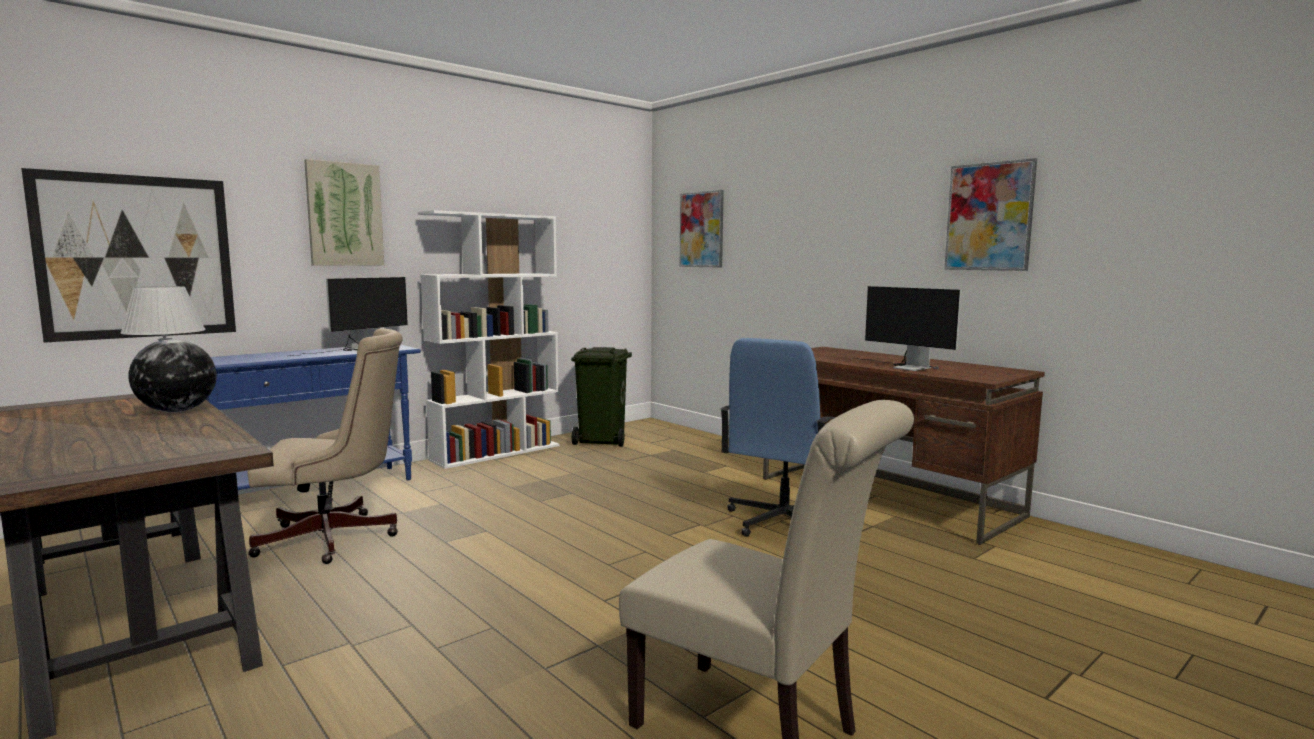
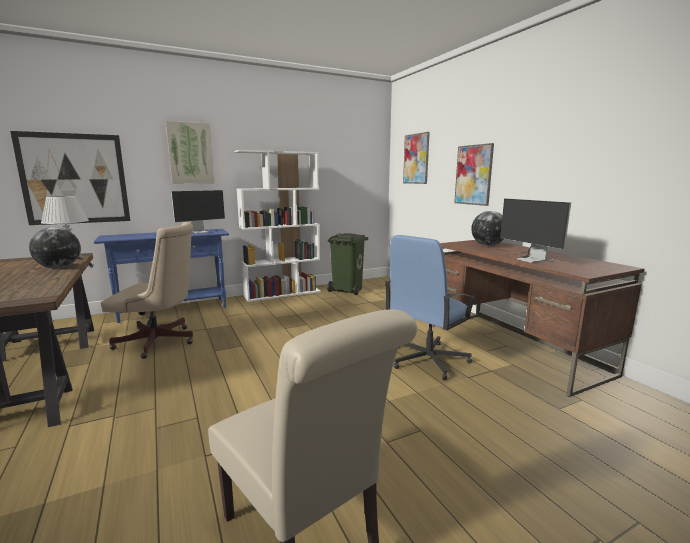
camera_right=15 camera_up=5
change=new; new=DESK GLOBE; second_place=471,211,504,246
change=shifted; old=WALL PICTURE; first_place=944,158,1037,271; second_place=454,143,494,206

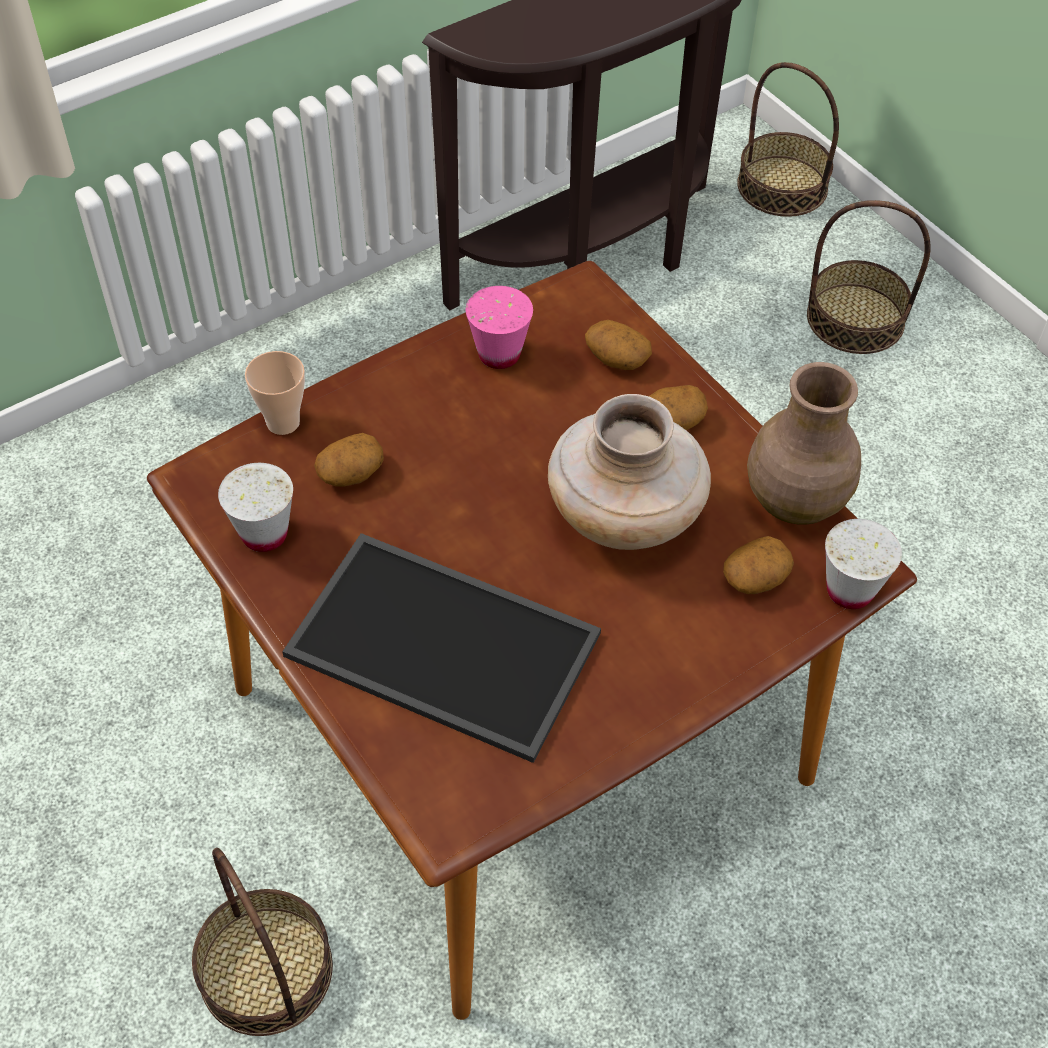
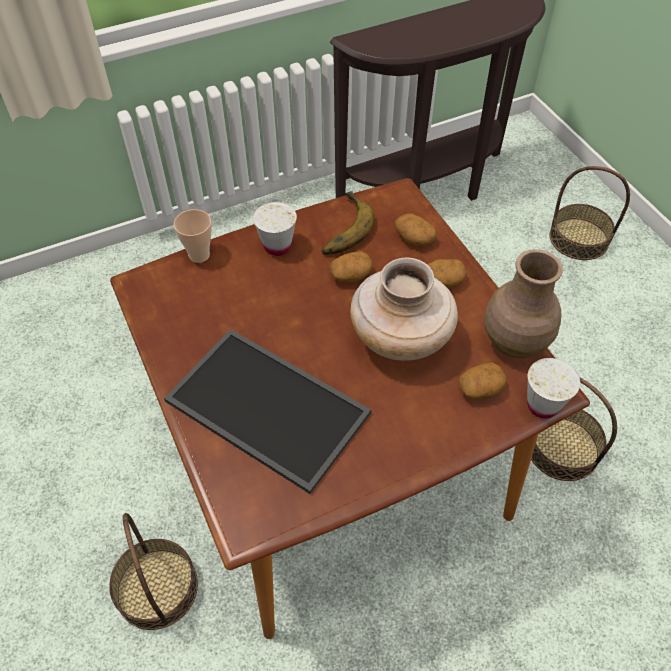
camera_right=10 camera_up=0
change=shifted; old=WHITE CUP; first_place=218,463,293,552; second_place=253,202,297,256
change=shifted; old=SPUD; first_place=314,433,384,487; second_place=329,251,373,283
change=shifted; old=BASKET; first_place=737,62,839,217; second_place=531,377,617,481
change=swapped; old=PINKISH CUP; new=WHOLE BANANA; first_place=466,286,533,369; second_place=322,191,375,255

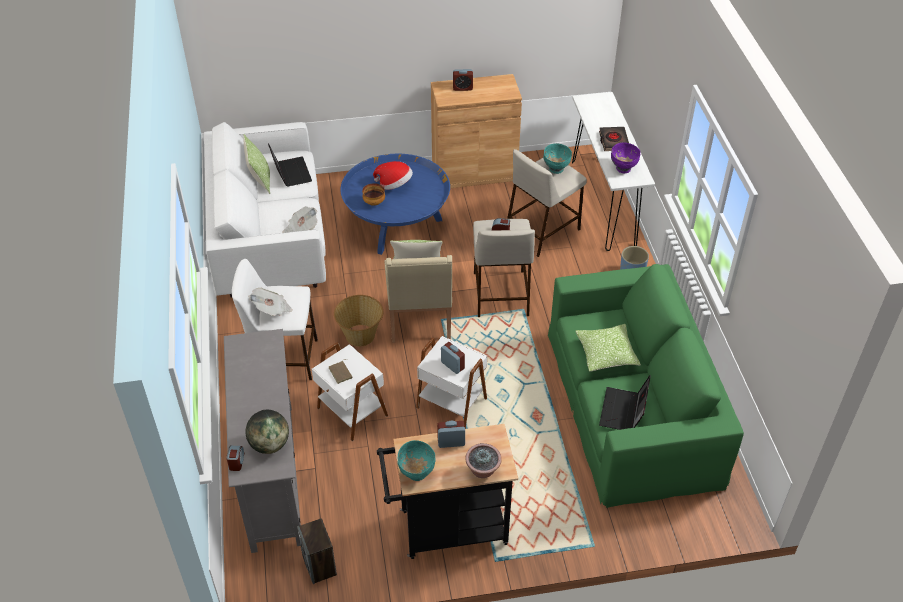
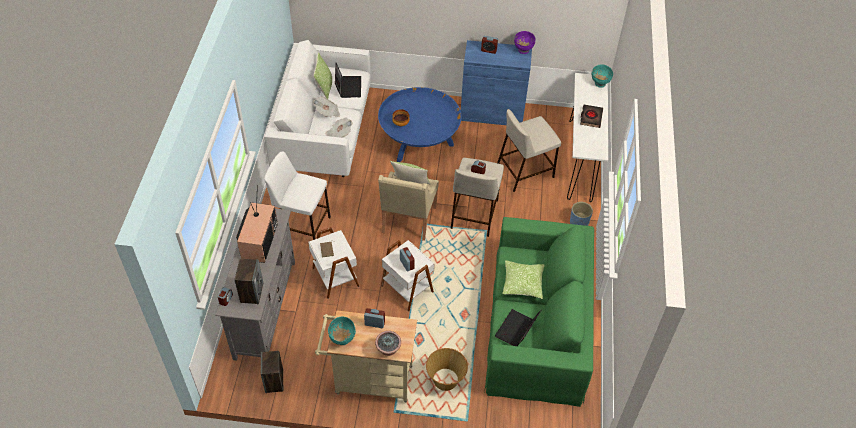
camera_right=15 camera_up=5
change=gone; old=WEARABLE HAT; first_place=373,161,413,190
change=new; new=TELEVISION; second_place=236,185,278,263
change=shifted; old=DAILY PAPER; first_place=248,288,293,316; second_place=313,97,340,118
change=shifted; old=BASKET; first_place=334,295,383,347; second_place=426,348,468,391
change=shifted; old=BLUE-GREEN BOWL; first_place=543,143,572,174; second_place=591,64,613,88
change=shifted; old=PURPLISH BOWL; first_place=611,142,640,173; second_place=514,31,536,54
change=swapped; old=DESK GLOBE; new=SPEAKER; first_place=245,410,289,454; second_place=234,259,263,304
change=repainted; old=BLACK-COLOURED WHEELED CART; new=BEIGE WHEELED CART; first_place=377,424,518,559; second_place=315,310,417,403
change=repainted; old=BROWN-COLOURED CABINET; new=BLUE-COLOURED CABINET; first_place=431,74,522,188; second_place=461,40,532,125

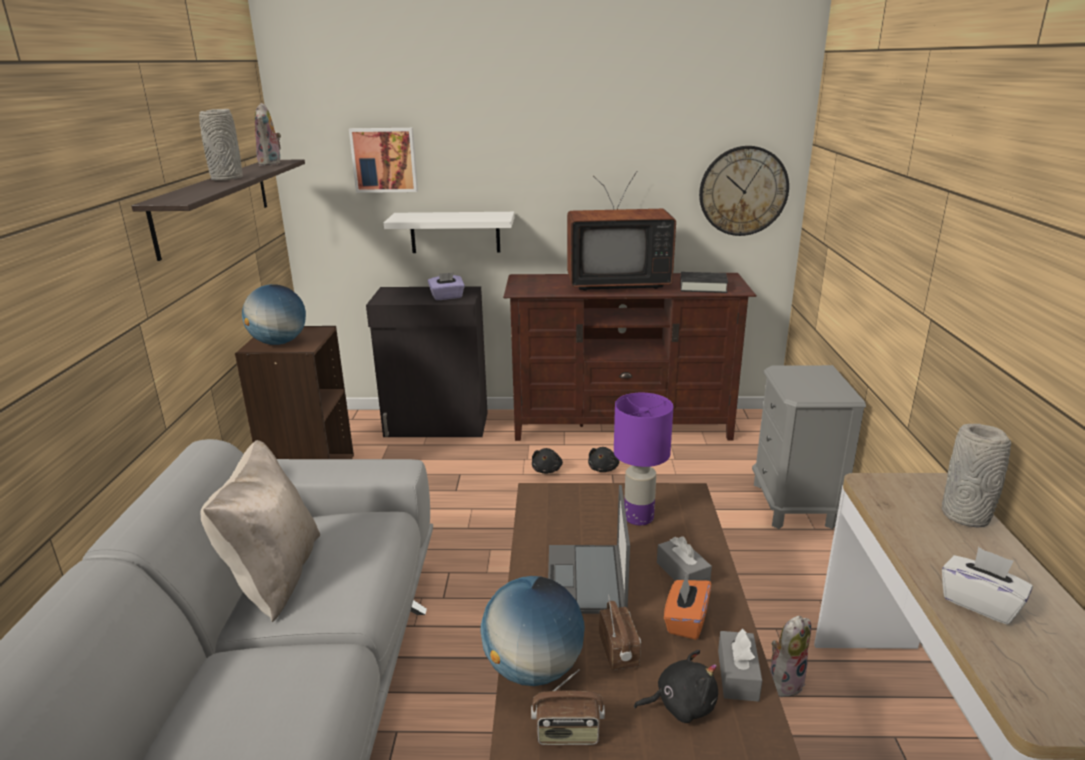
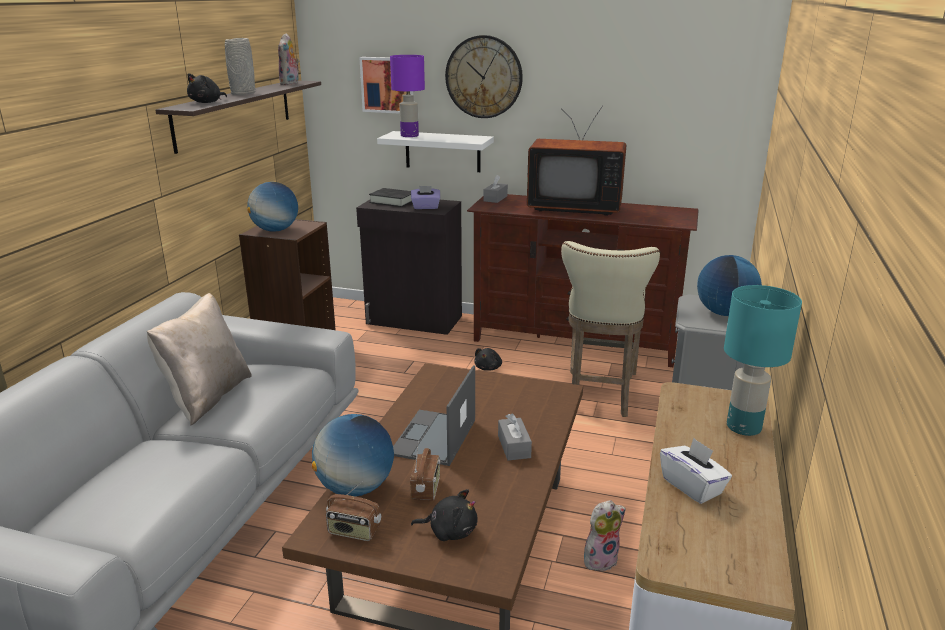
camera_right=15 camera_up=0
change=gone; old=ORANGE TISSUE HOLDER; first_place=664,575,711,640
change=new; new=BEIGE STOOL; second_place=561,241,660,417
change=new; new=DESK GLOBE; second_place=697,255,762,316
change=shifted; old=BLACK-COLOURED SOFT TOY; first_place=588,447,619,472; second_place=187,73,227,103
change=shifted; old=PURPLISH TABLETOP LAMP; first_place=614,393,673,525; second_place=390,55,425,137
change=shifted; old=BLACK-COLOURED BOUND BOOK; first_place=680,272,728,293; second_place=369,188,412,207
change=shifted; old=CLOCK ON THE WALL; first_place=699,146,789,236; second_place=445,35,523,118
change=shifted; old=GREY TISSUE HOLDER; first_place=718,629,762,702; second_place=484,175,508,203
change=swapped; old=GREY FLOWER VASE; new=BLUE-GREEN TABLETOP LAMP; first_place=942,424,1011,527; second_place=724,285,802,436

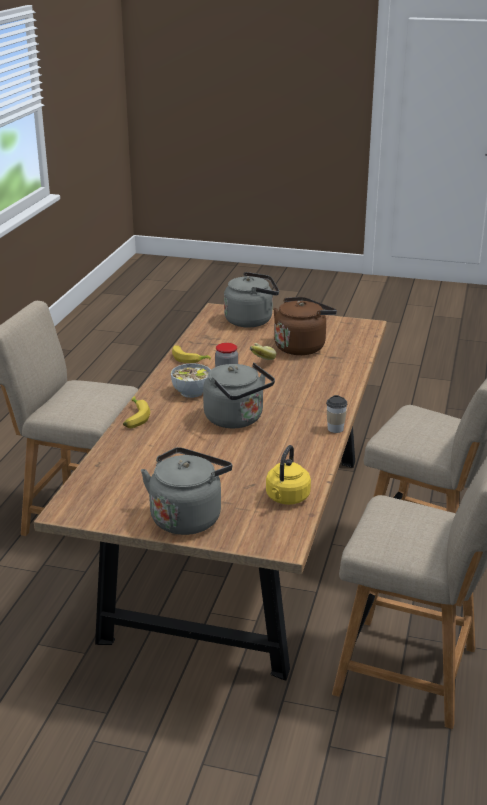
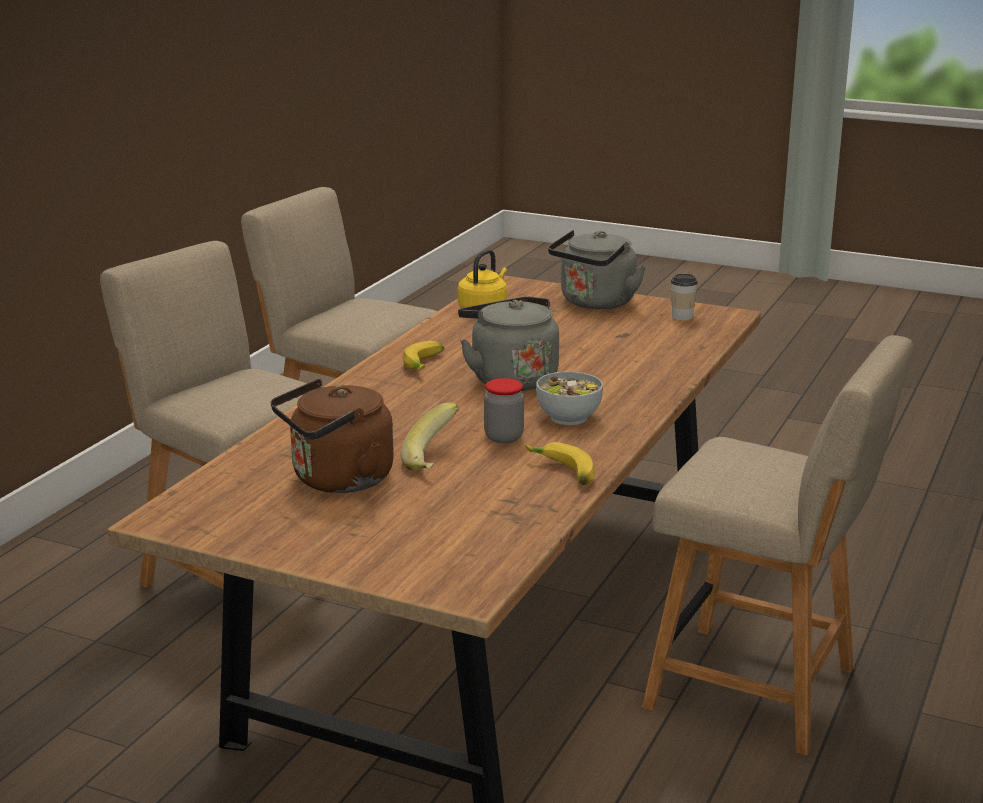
camera_right=-170 camera_up=-5
change=gone; old=GREY WATER KETTLE; first_place=224,272,279,327
change=shifted; old=WHOLE BANANA; first_place=123,396,150,428; second_place=403,341,444,371
change=shifted; old=CUP; first_place=326,395,347,433; second_place=671,274,698,320

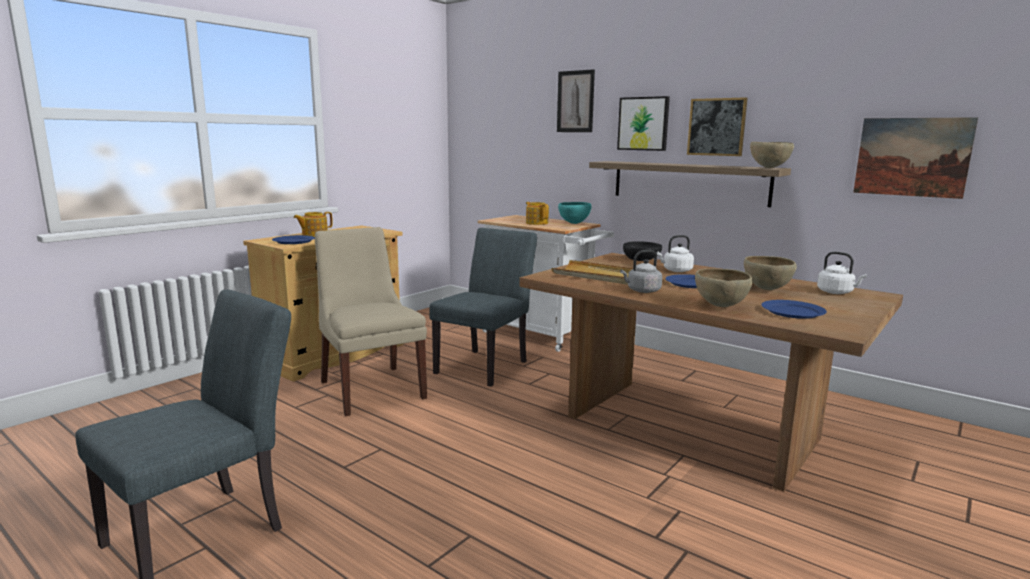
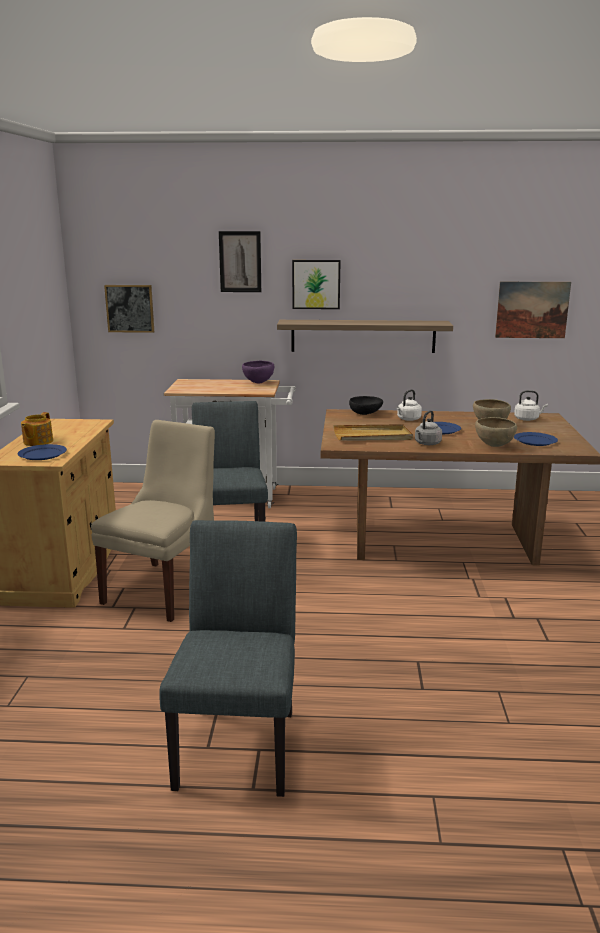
camera_right=-35 camera_up=5
change=gone; old=TEAPOT; first_place=526,202,549,225
change=gone; old=BROWN-COLOURED BOWL; first_place=750,142,794,168
change=shifted; old=WALL PICTURE; first_place=687,97,748,156; second_place=104,285,154,333
change=repainted; old=BLUE-GREEN BOWL; new=PURPLISH BOWL; first_place=558,202,592,224; second_place=242,361,274,383
change=rotated; old=BEIGE PLAIN CHAIR; first_place=315,227,427,416; second_place=91,420,215,622; degrees=90

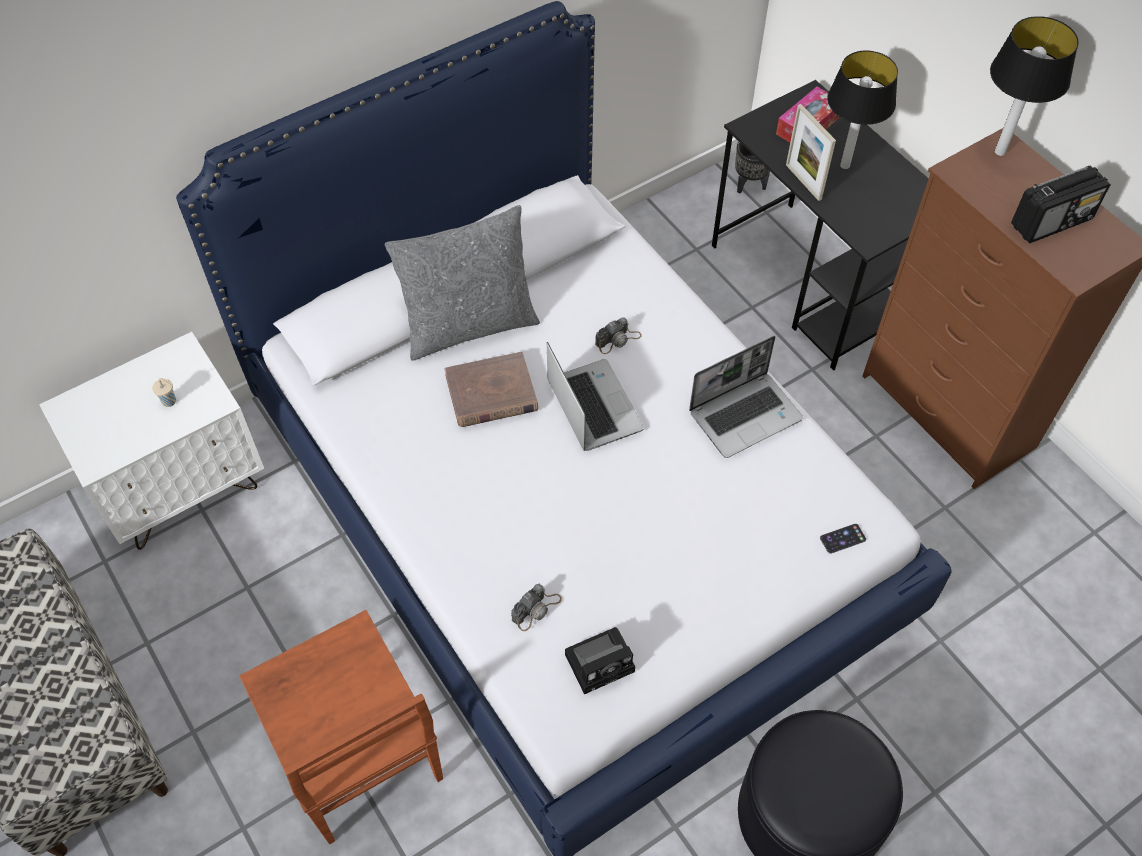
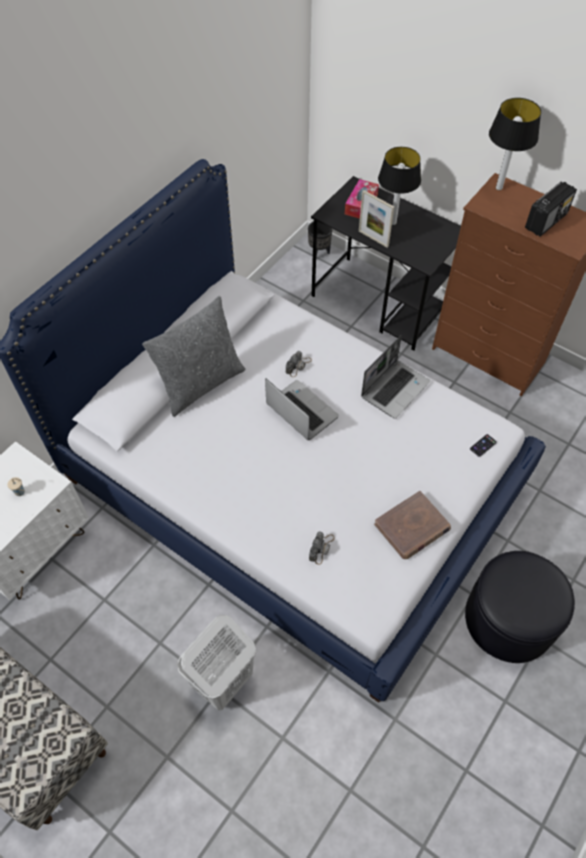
camera_right=-20 camera_up=0
change=gone; old=PHOTO CAMERA; first_place=565,627,635,694
change=shifted; old=BROWN-COLOURED BOUND BOOK; first_place=444,352,538,427; second_place=374,491,451,559
change=swapped; old=BROWN-COLOURED PLAIN CHAIR; new=WHITE LAUNDRY BASKET; first_place=239,610,443,844; second_place=177,615,256,711

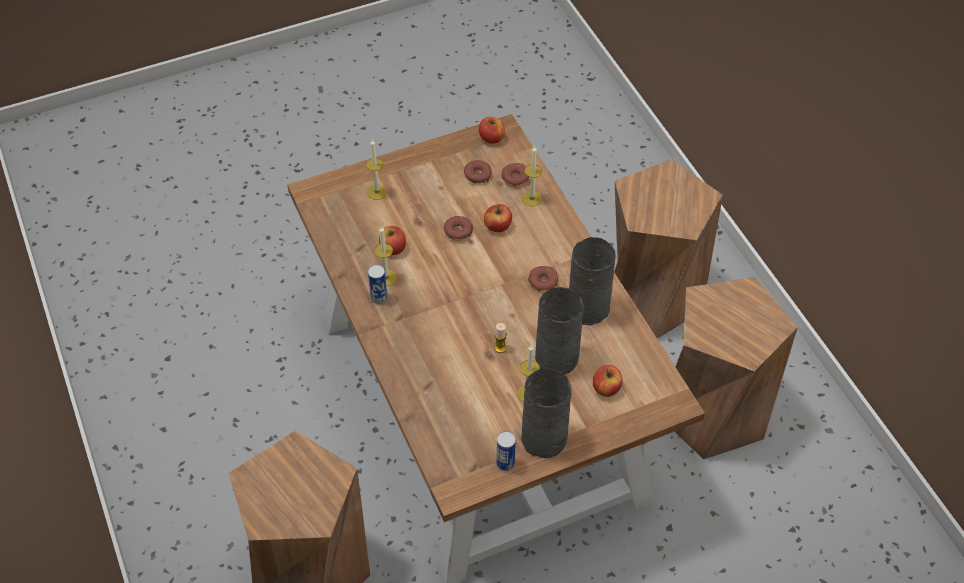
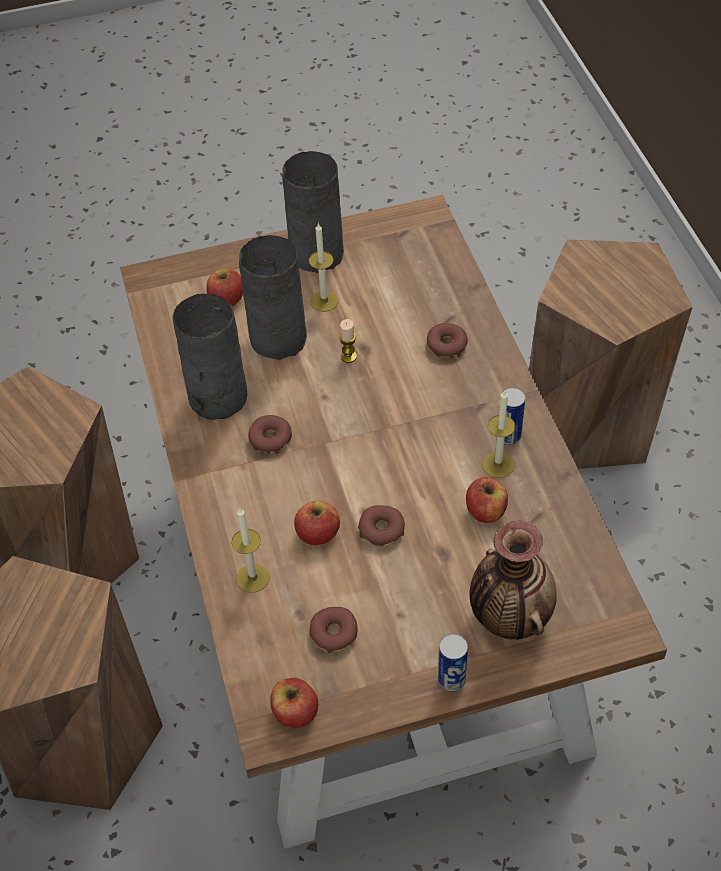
camera_right=-170 camera_up=0
change=shifted; old=CAN; first_place=497,431,516,471; second_place=438,634,468,692
change=shifted; old=DOUGHNUT; first_place=502,163,529,187; second_place=427,323,468,358
change=swapped; old=CANDLE; new=FLOWER VASE; first_place=366,140,387,200; second_place=470,521,557,640

